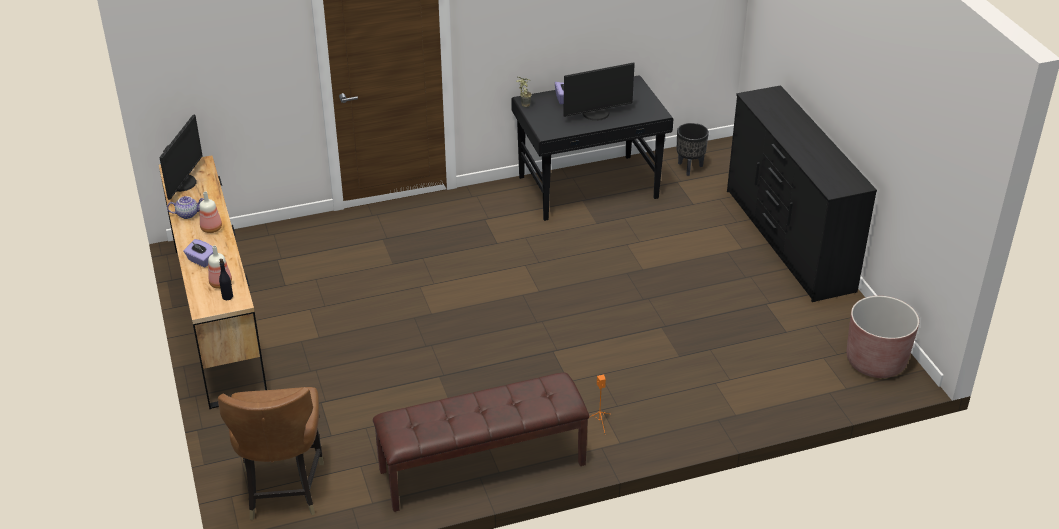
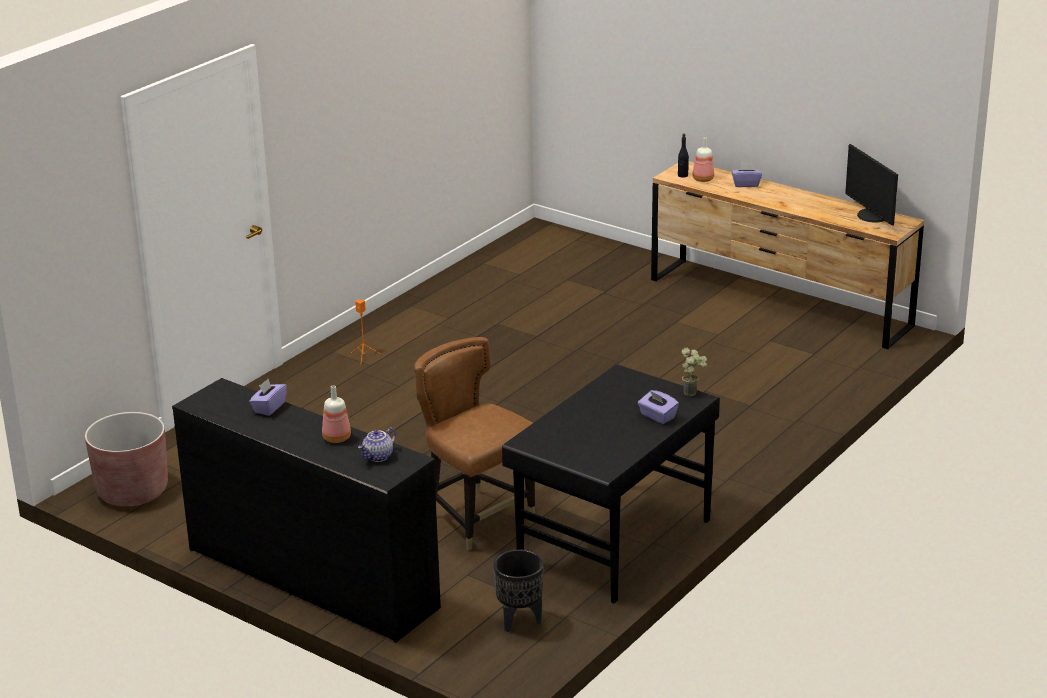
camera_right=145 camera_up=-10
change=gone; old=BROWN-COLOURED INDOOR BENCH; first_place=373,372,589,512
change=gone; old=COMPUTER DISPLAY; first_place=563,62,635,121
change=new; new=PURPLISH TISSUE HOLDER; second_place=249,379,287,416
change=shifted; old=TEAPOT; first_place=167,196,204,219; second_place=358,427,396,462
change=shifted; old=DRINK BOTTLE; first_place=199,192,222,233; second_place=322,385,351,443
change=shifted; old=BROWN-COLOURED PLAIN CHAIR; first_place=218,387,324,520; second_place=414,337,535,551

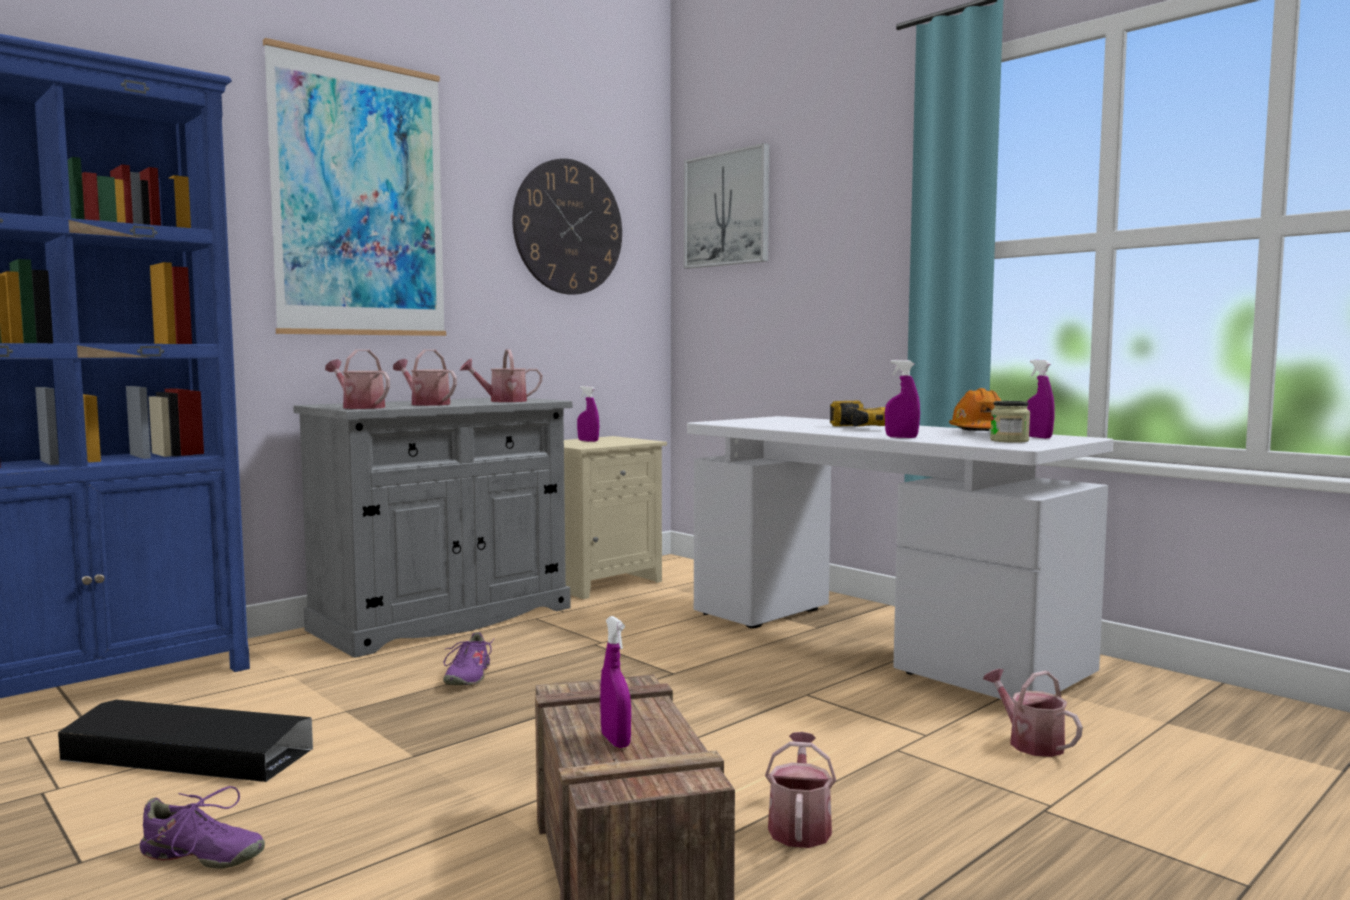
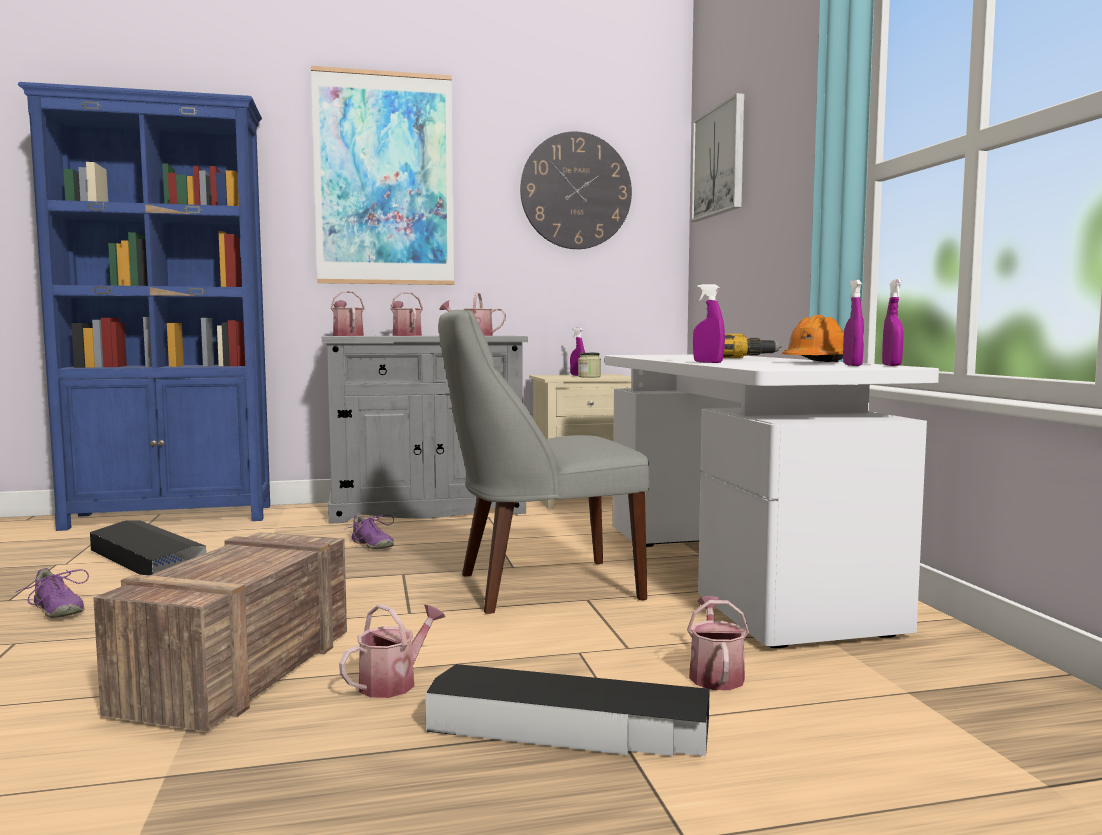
camera_right=30 camera_up=0
change=new; new=BLACK-COLOURED STORAGE BOX; second_place=425,664,710,756
change=new; new=GREY PLAIN CHAIR; second_place=439,310,649,614
change=shifted; old=PURPLISH SPRAYER; first_place=600,616,631,748; second_place=882,279,904,366
change=shifted; old=JAR; first_place=990,401,1030,443; second_place=578,353,601,378
change=rotated; old=PURPLISH ITEM OF FOOTWEAR; first_place=443,632,495,685; second_place=344,513,394,549; degrees=-75

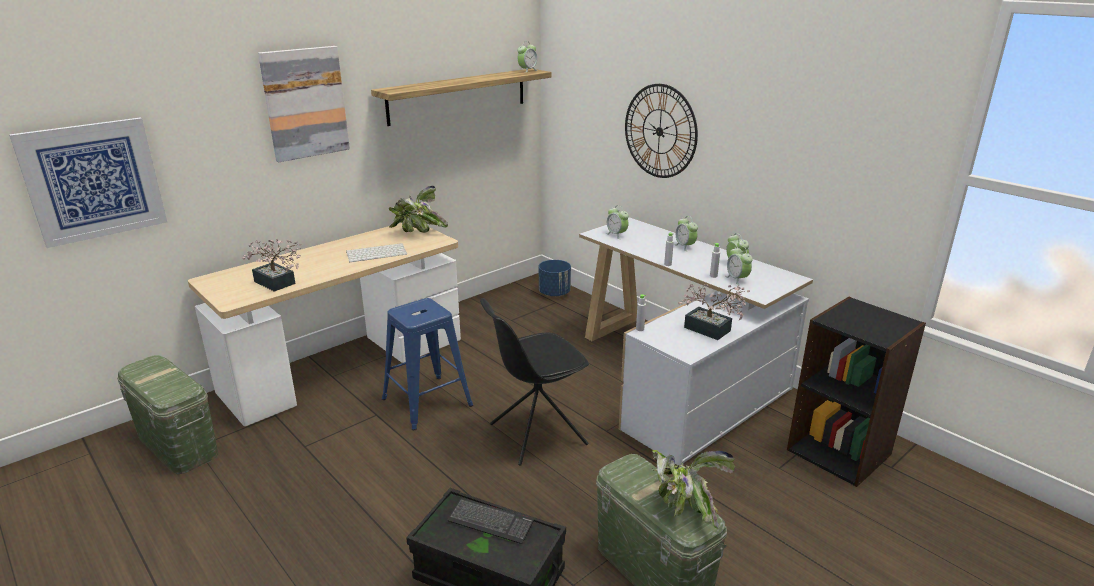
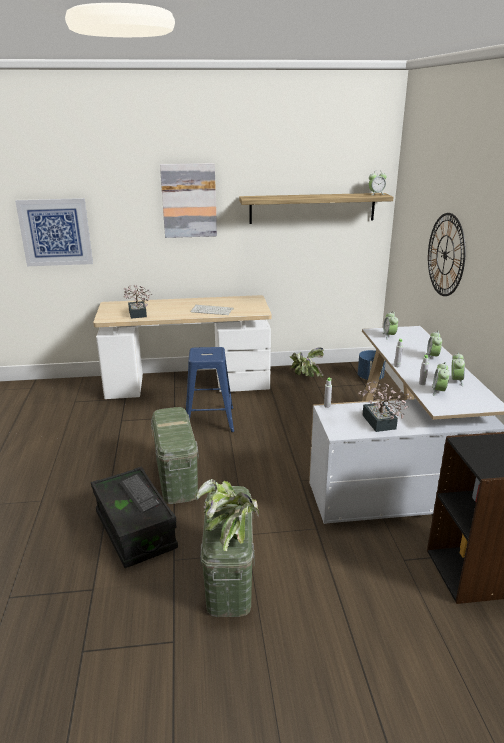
camera_right=35 camera_up=0
change=gone; old=BLACK-COLOURED PLAIN CHAIR; first_place=480,298,589,466
change=shifted; old=GREENISH STORAGE BOX; first_place=117,355,218,474; second_place=151,407,199,504
change=shifted; old=HOUSEPLANT; first_place=388,186,448,233; second_place=290,347,324,378

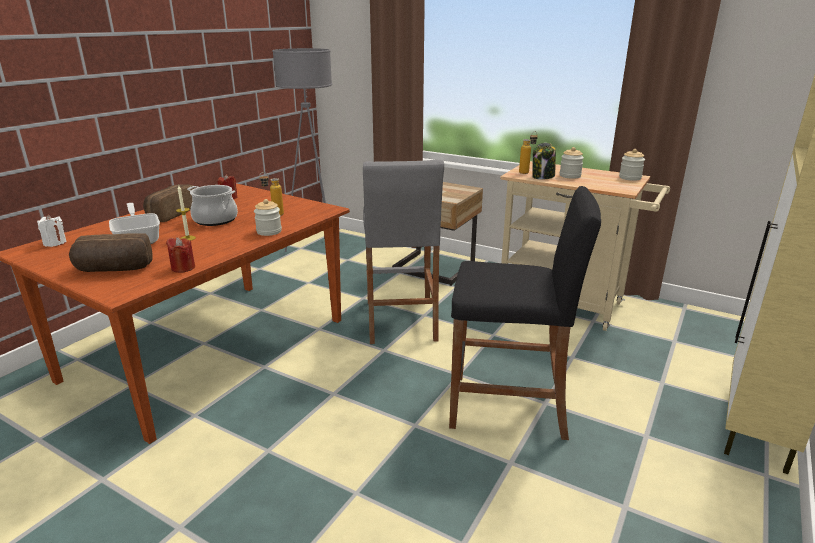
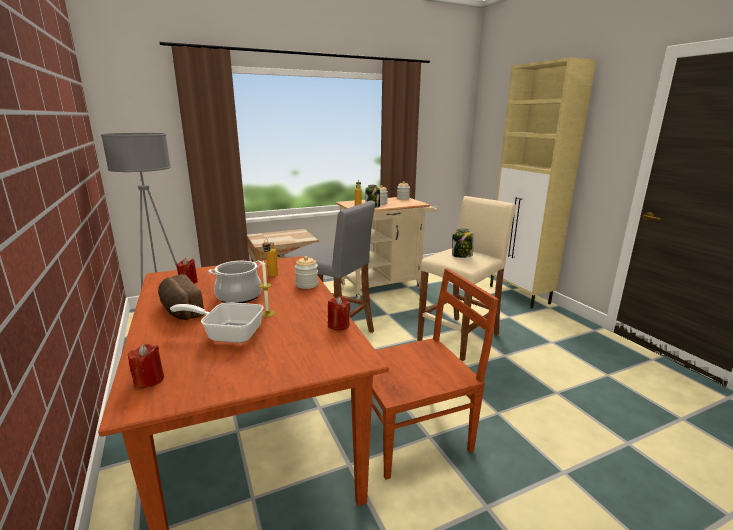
camera_right=-55 camera_up=-5
change=gone; old=BAKED BREAD; first_place=69,233,153,272
change=new; new=BROWN-COLOURED PLAIN CHAIR; second_place=372,268,499,480
change=new; new=JAR; second_place=452,229,473,258
change=repainted; old=WHITE CANDLE; new=REDDISH CANDLE; first_place=37,214,67,247; second_place=128,344,164,388
change=repainted; old=BLACK-COLOURED STOOL; new=BEIGE STOOL; first_place=449,186,601,440; second_place=417,196,516,361

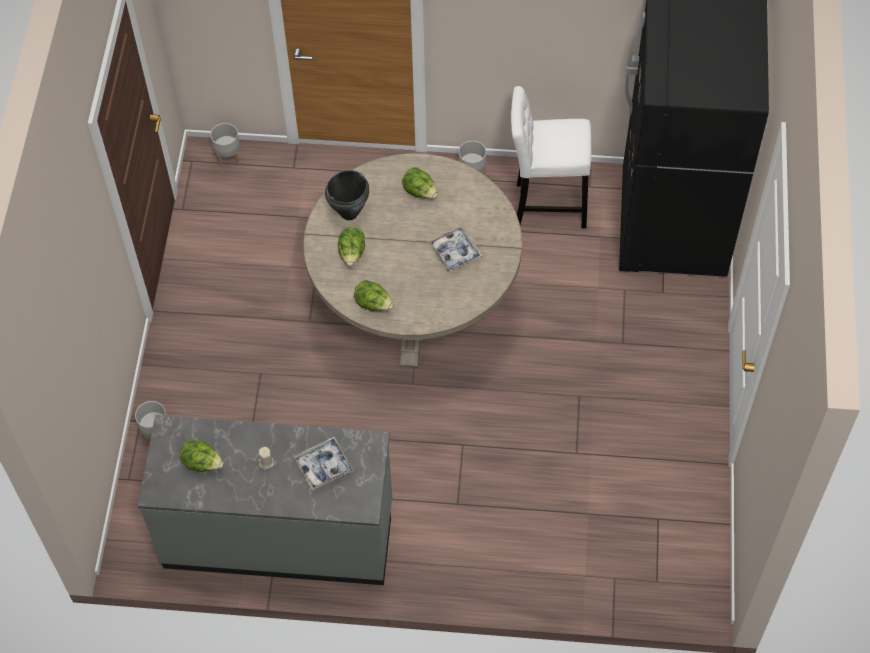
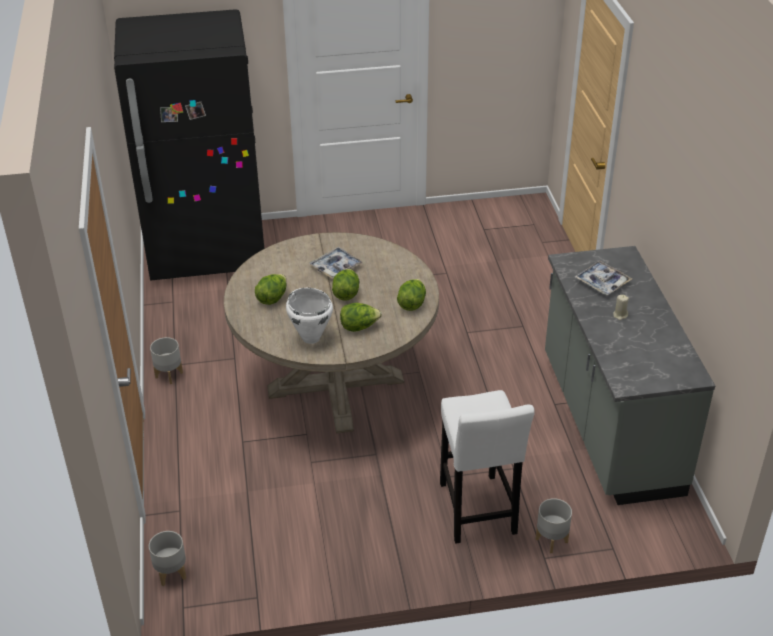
camera_right=-105 camera_up=-20
change=shifted; old=HEAD OF LETTUCE; first_place=180,439,224,472; second_place=332,269,359,300
change=shifted; old=WHITE STOOL; first_place=511,86,592,229; second_place=440,390,535,544
change=repainted; old=BLACK-COLOURED SAUCEPOT; new=WHITE SAUCEPOT; first_place=325,170,369,220; second_place=286,288,333,344

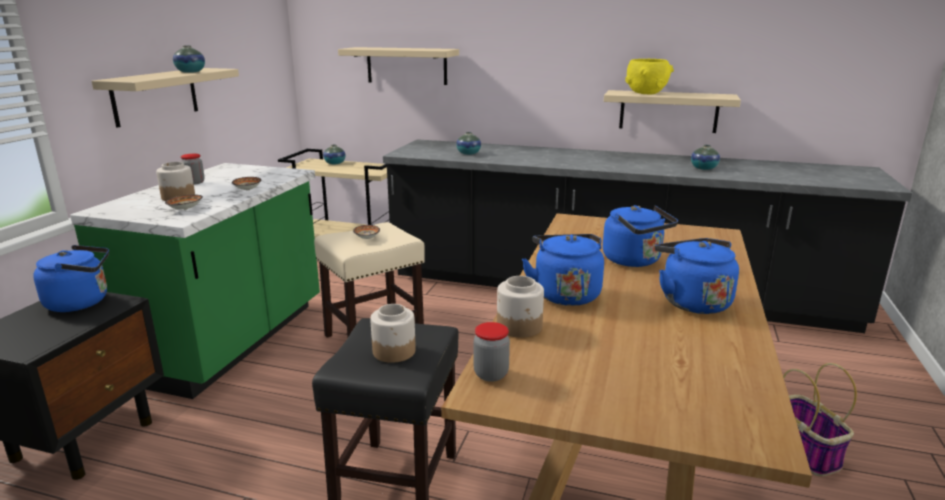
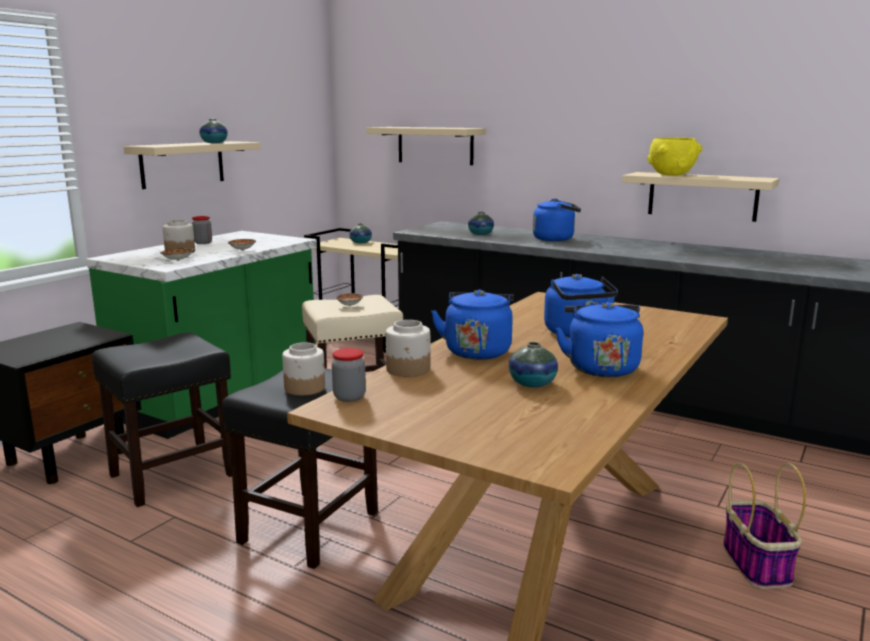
camera_right=15 camera_up=-5
change=new; new=BLACK-COLOURED STOOL; second_place=92,332,232,507
change=shifted; old=BLUE-COLOURED WATER KETTLE; first_place=33,245,109,312; second_place=533,199,581,241
change=shifted; old=FLOWER VASE; first_place=691,145,720,170; second_place=509,342,558,388

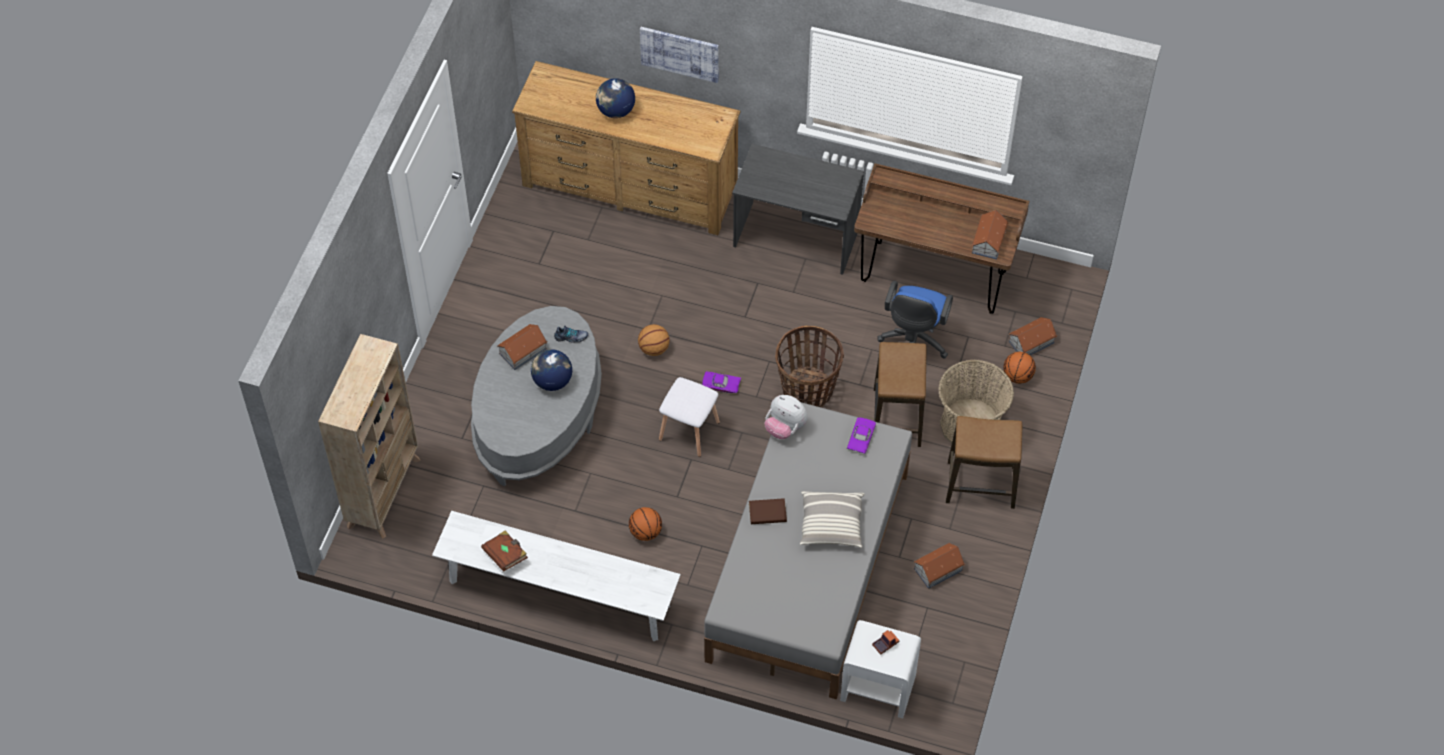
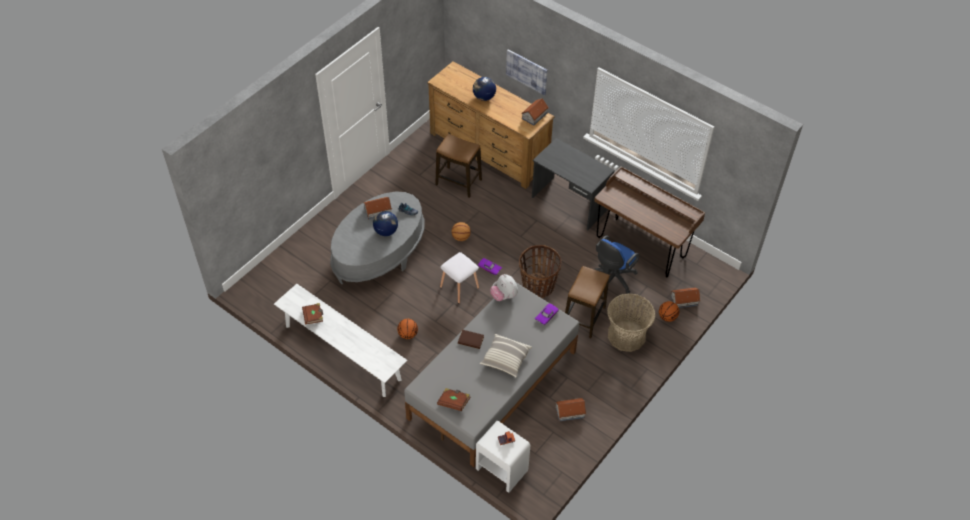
camera_right=20 camera_up=-5
change=gone; old=BEIGE SHELVING UNIT; first_place=318,334,421,539
change=new; new=BROWN-COLOURED BOUND BOOK; second_place=437,388,471,411
change=shifted; old=STOOL; first_place=946,416,1022,509; second_place=435,134,482,198
change=shifted; old=MINIATURE HOUSE; first_place=971,210,1009,260; second_place=521,98,549,126

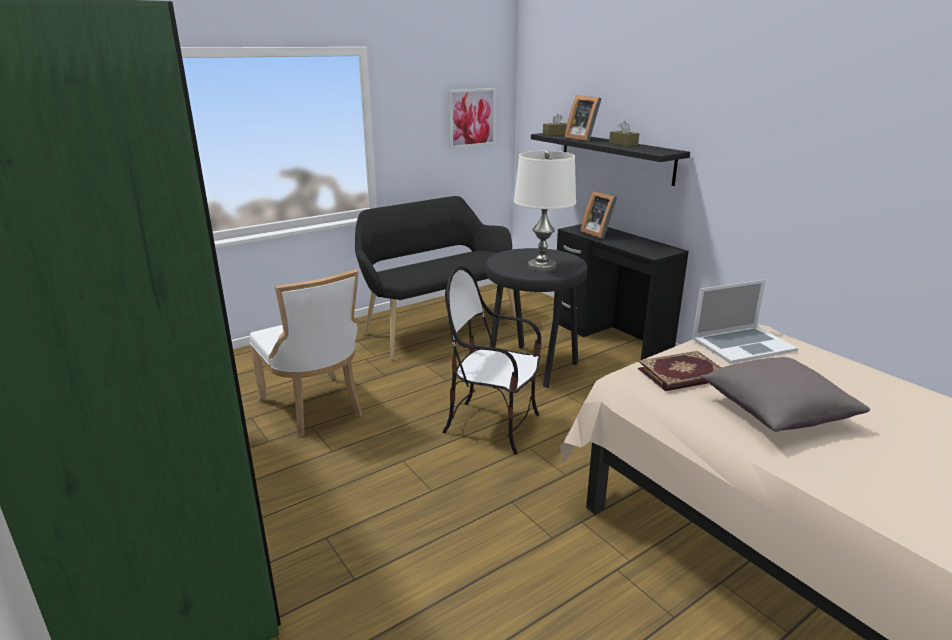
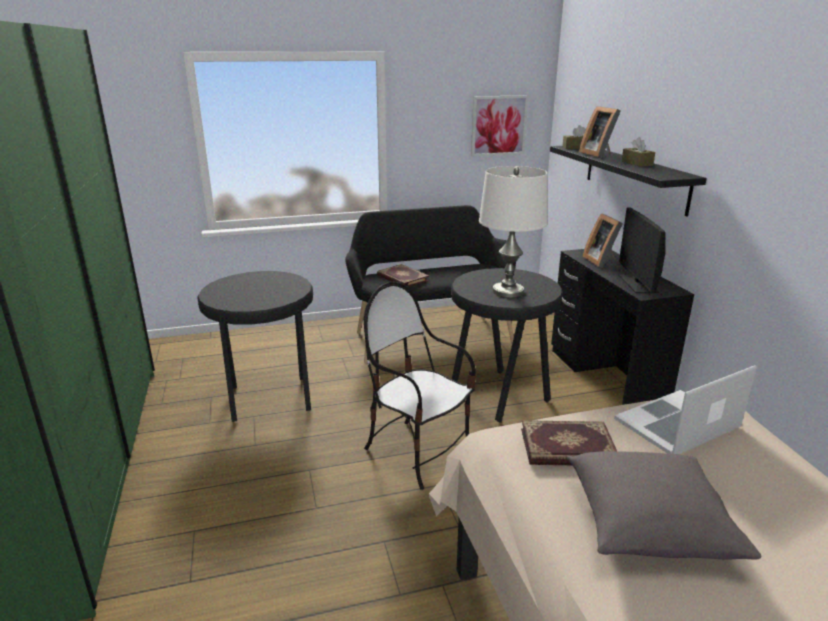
camera_right=20 camera_up=0
change=new; new=BOUND BOOK; second_place=377,264,429,288
change=new; new=COMPUTER DISPLAY; second_place=618,207,666,293
change=swapped; old=WHITE PLAIN CHAIR; new=BLACK-COLOURED STOOL; first_place=249,269,363,437; second_place=197,271,313,422
change=rotated; old=LAPTOP; first_place=692,280,798,364; second_place=614,365,757,454; degrees=150

